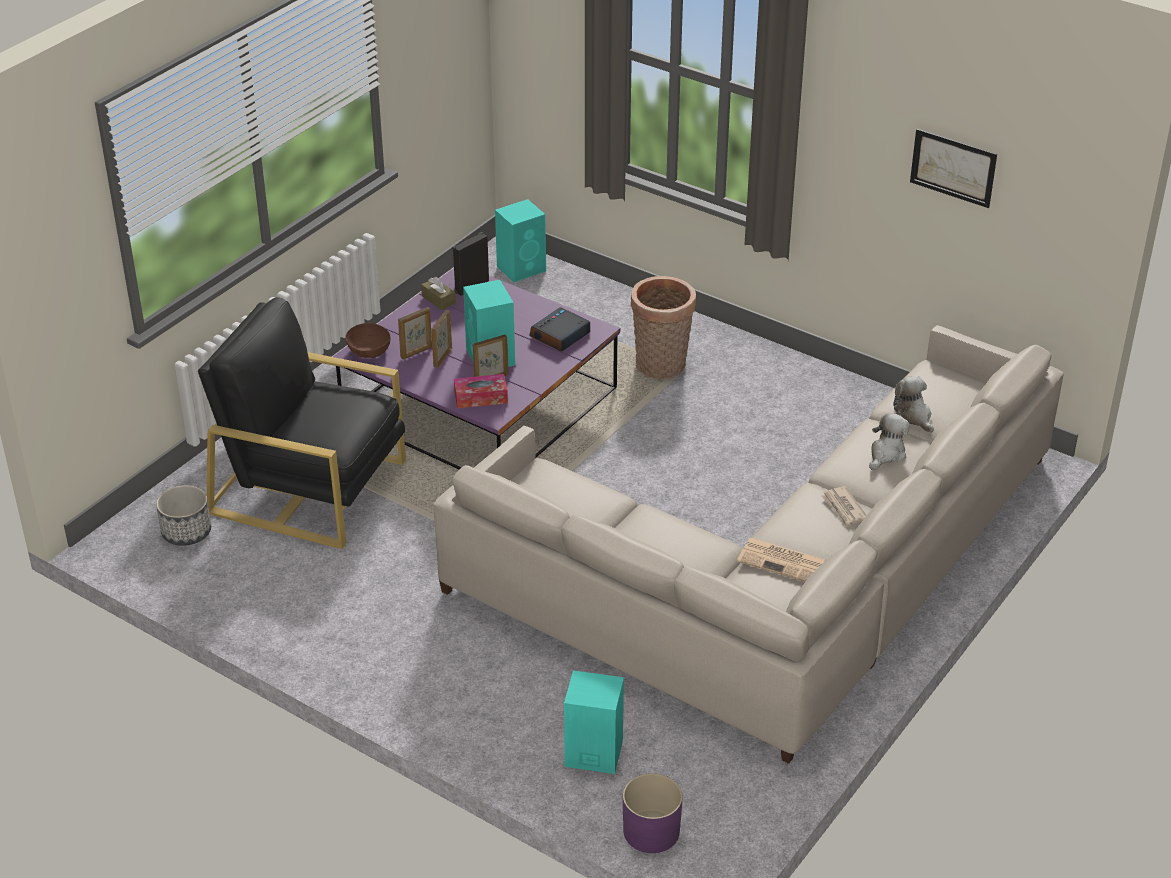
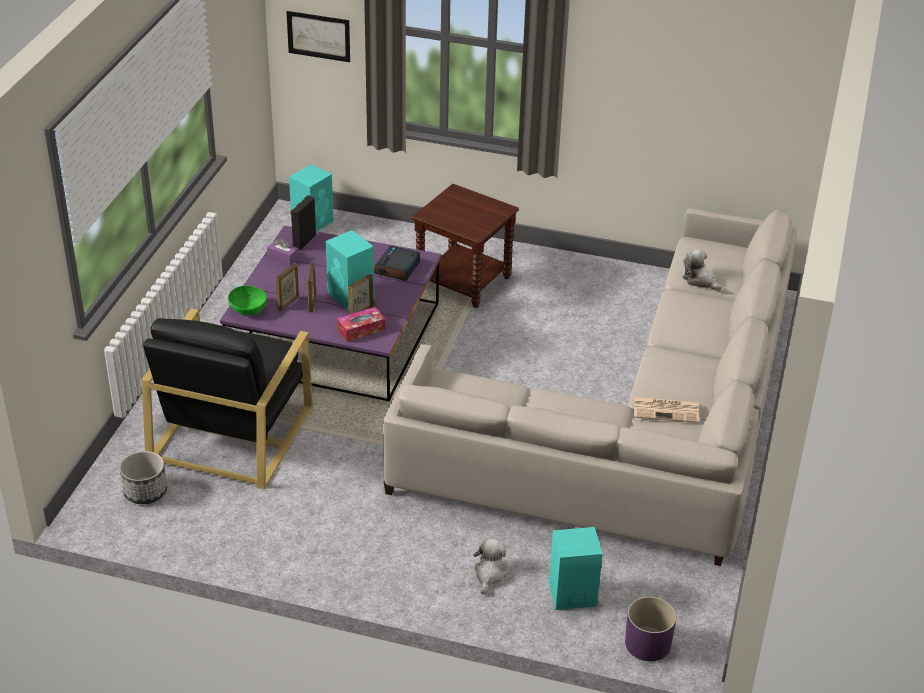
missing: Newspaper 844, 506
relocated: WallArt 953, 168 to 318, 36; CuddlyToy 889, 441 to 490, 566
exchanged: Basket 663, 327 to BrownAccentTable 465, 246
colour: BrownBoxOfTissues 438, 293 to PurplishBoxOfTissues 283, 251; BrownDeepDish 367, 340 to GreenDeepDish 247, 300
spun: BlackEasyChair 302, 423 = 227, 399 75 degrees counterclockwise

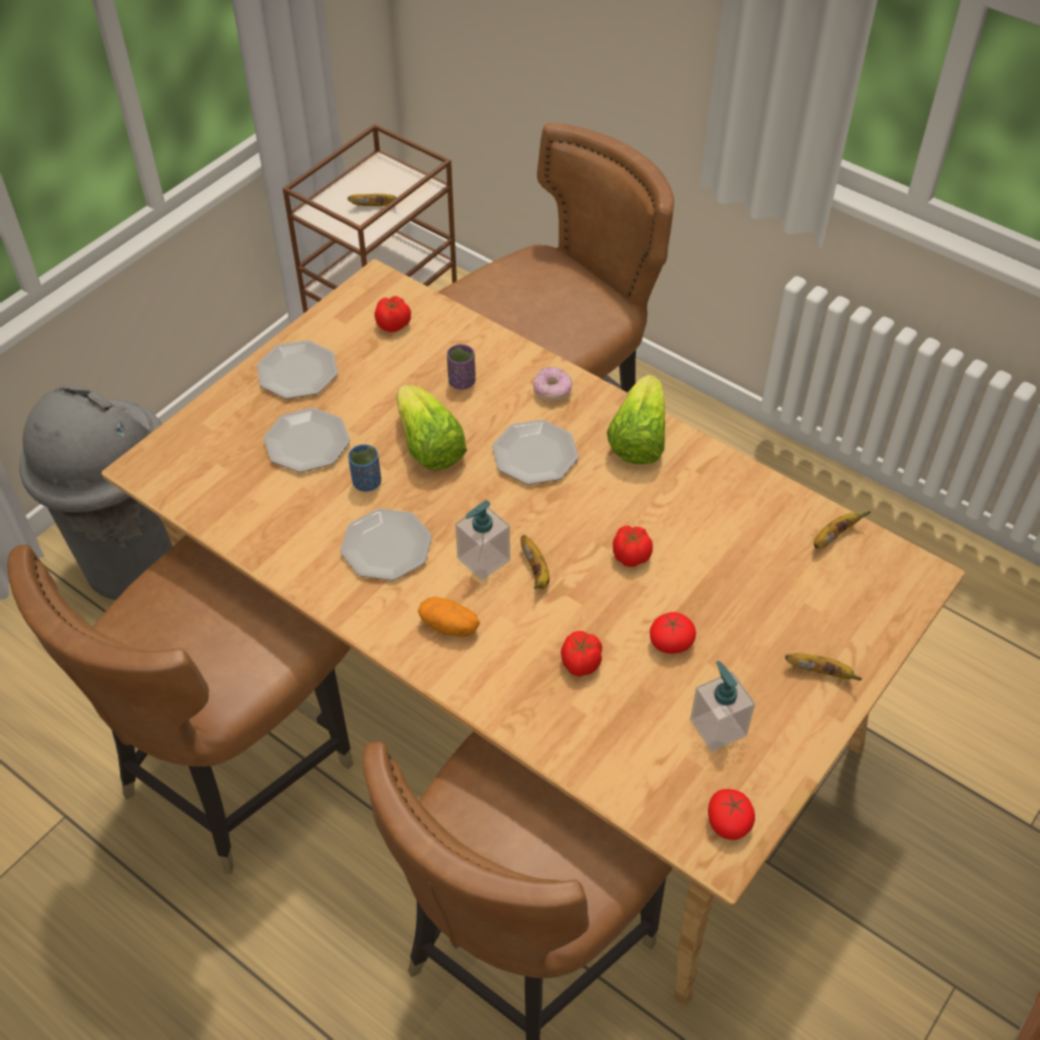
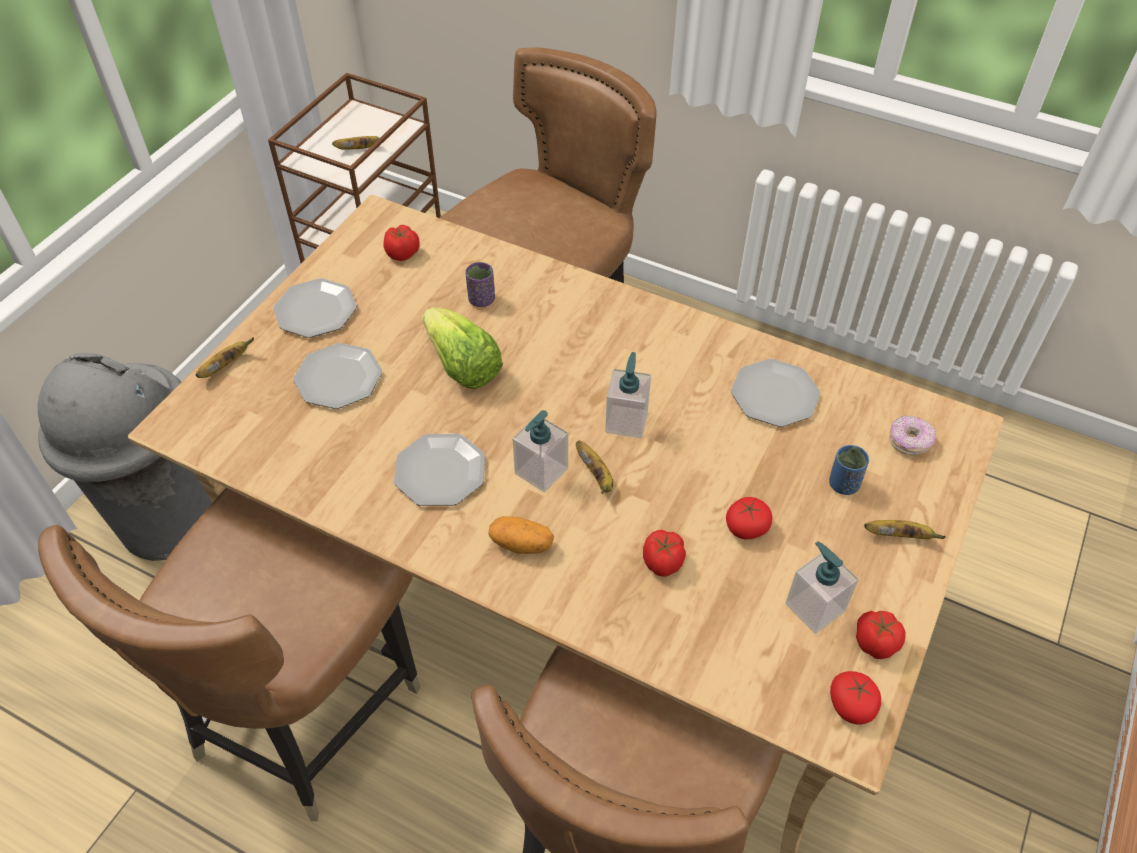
missing: HeadOfLettuce 636, 419
appeared: LiquidSoapBottle 628, 395
relocated: Donut 552, 384 to 912, 435; Plate 535, 452 to 775, 393; BlueDrinkingCup 364, 468 to 849, 470; WholeBanana 842, 529 to 225, 357; FreshTomato 633, 546 to 881, 635

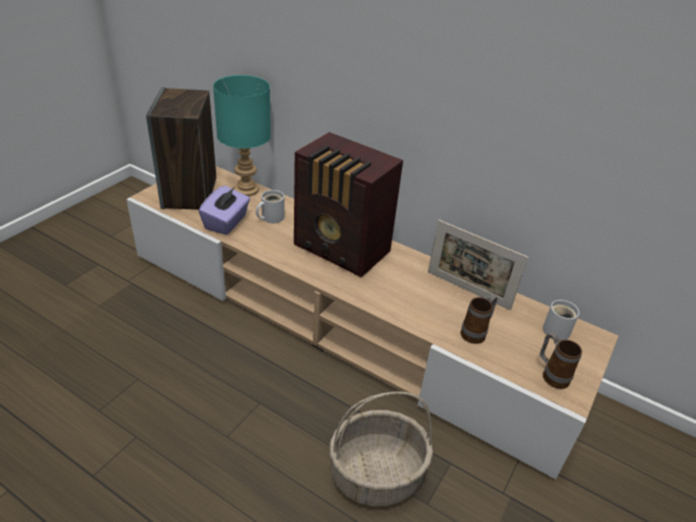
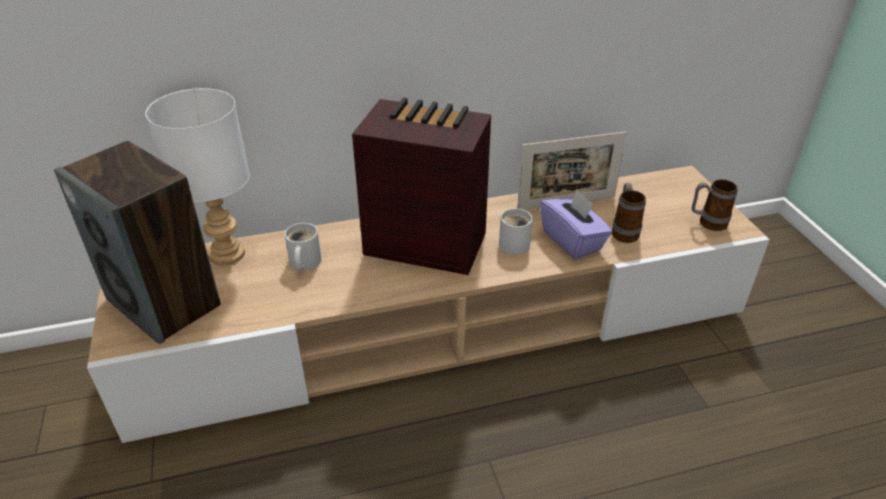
missing: Basket 381, 448
relocated: PurplishBoxOfTissues 224, 210 to 576, 224; WhiteColouredMug 561, 320 to 516, 231
colour: TurquoiseColouredTableLamp 242, 136 to WhiteColouredTableLamp 197, 177
spun: Radio 348, 204 = 421, 186 150 degrees counterclockwise

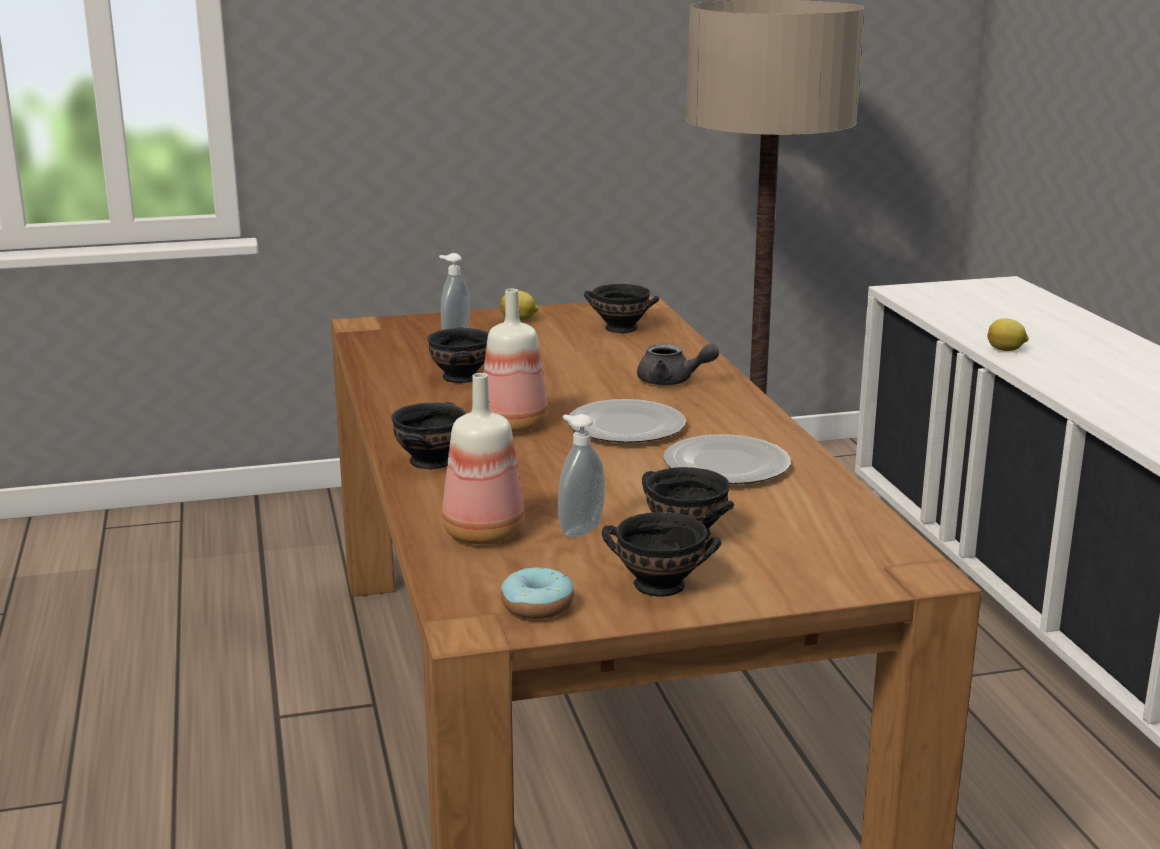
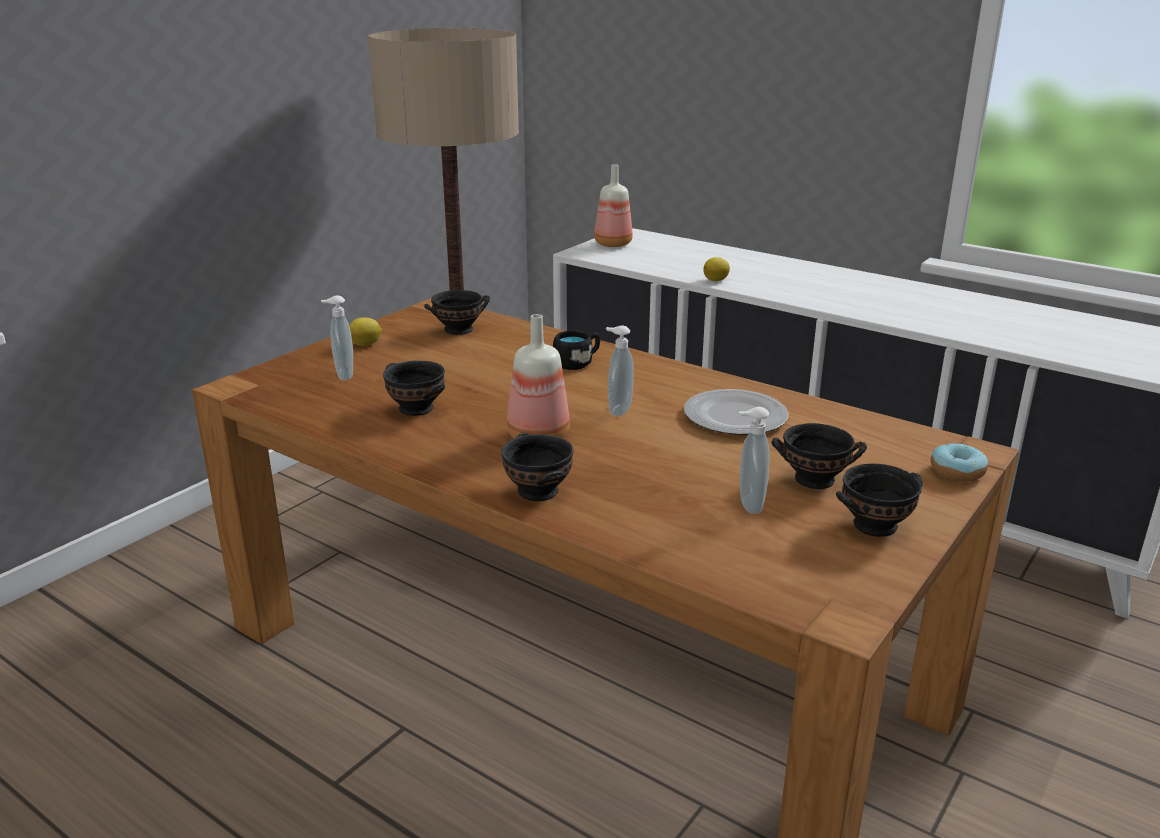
relocated: DrinkBottle 483, 458 to 613, 205; Donut 537, 593 to 959, 462
exchanged: GreyishTeaPot 678, 364 to BlackMug 576, 350; Plate 627, 421 to LiquidSoapBottle 620, 371

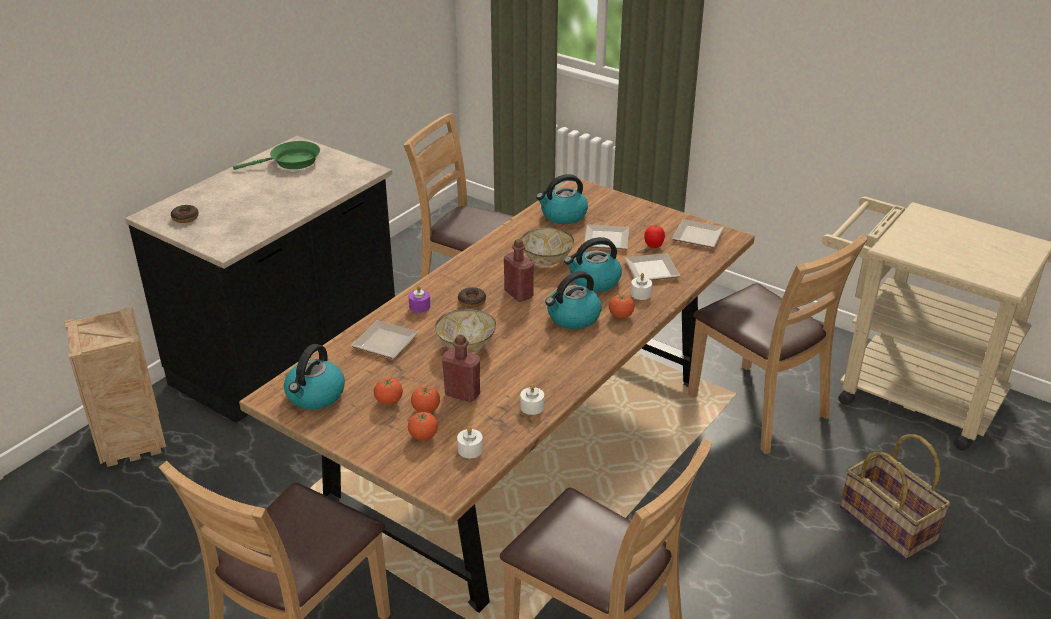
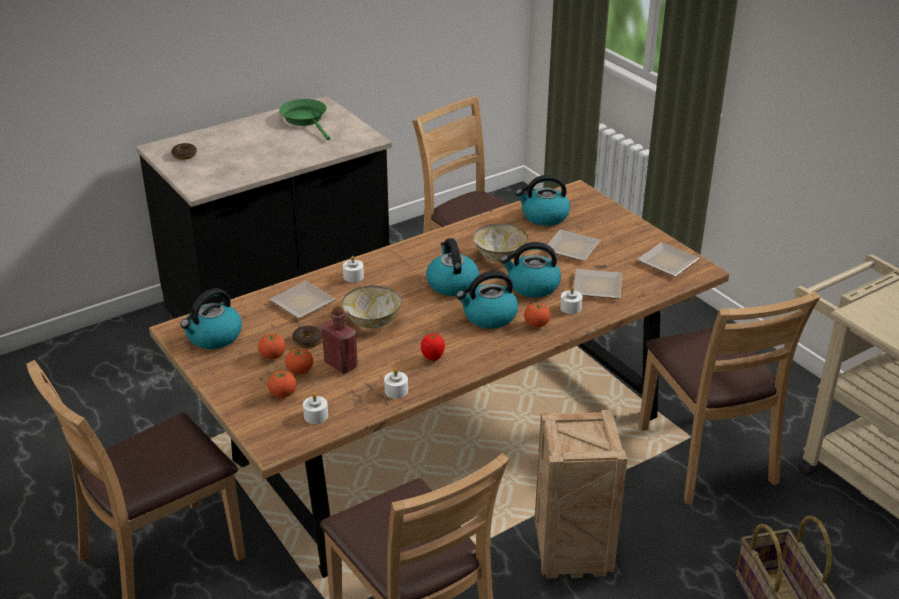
relocated: FreshTomato 654, 236 to 433, 347; Donut 472, 297 to 307, 336; Crate 115, 386 to 580, 494
exchanged: RedDrinkBottle 519, 270 to WaterKettle 452, 267
colour: PurplishWaxCandle 419, 299 to WhiteColouredWaxCandle 353, 269
spun: GreenFryingPan 276, 155 = 304, 119 120 degrees counterclockwise

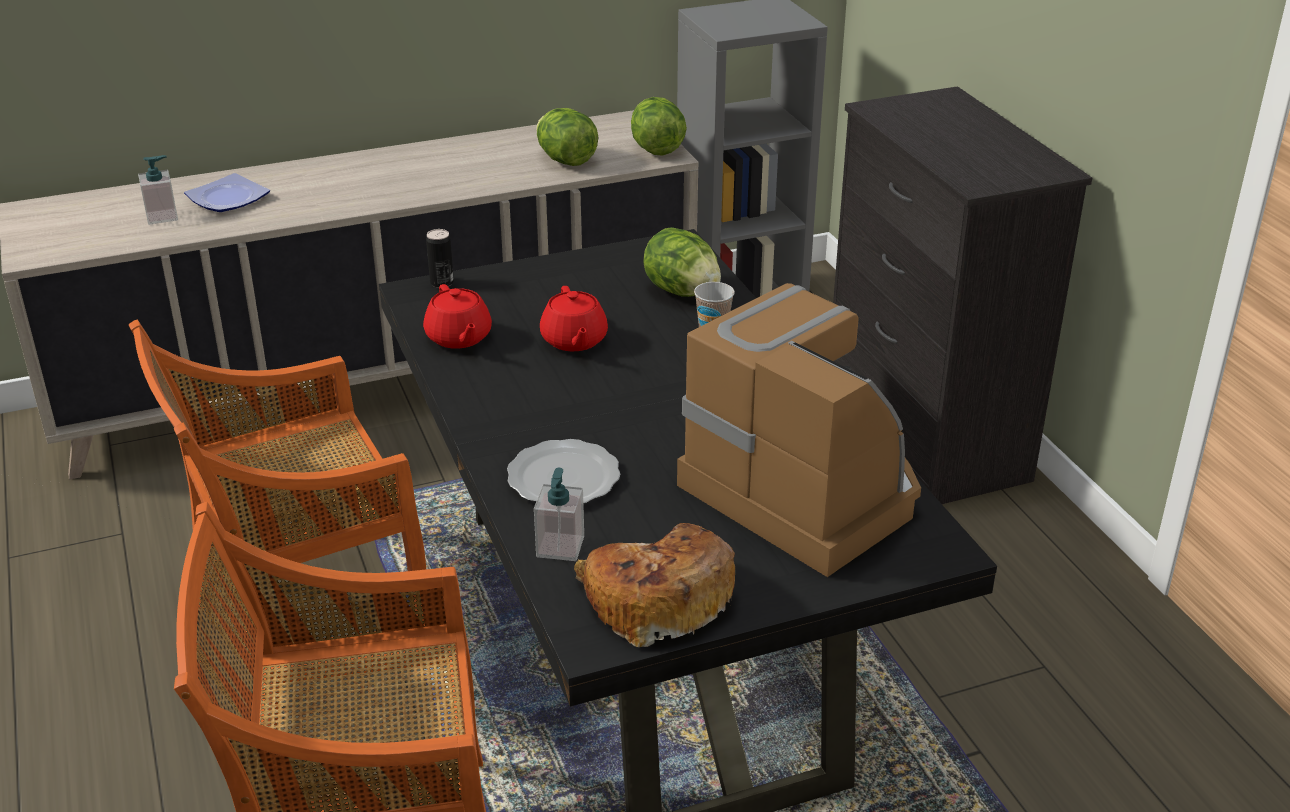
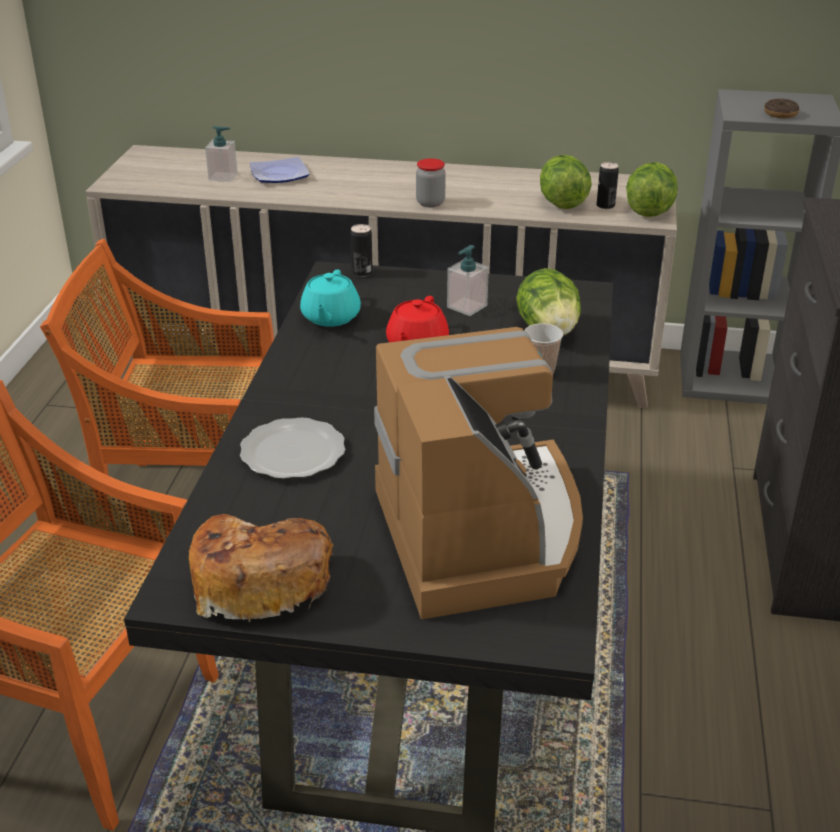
appeared: Donut 781, 108; StorageJar 431, 182; Can 608, 185
relocated: LiquidSoapBottle 559, 514 to 468, 280
colour: RedTeaPot 457, 316 to TurquoiseColouredTeaPot 330, 298

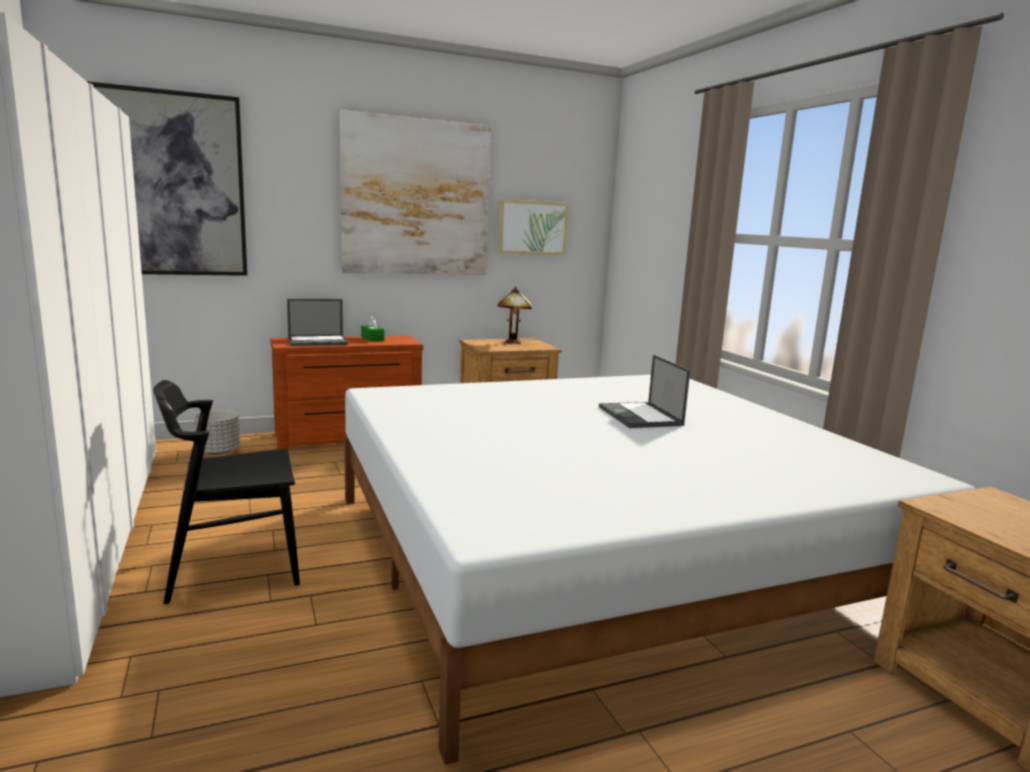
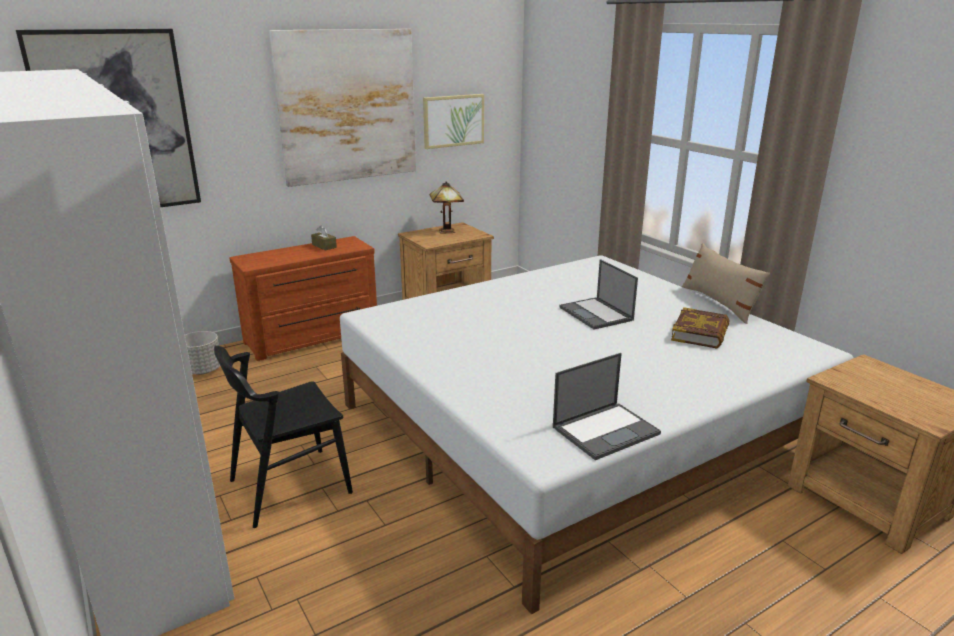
appeared: SandColouredCushion 726, 283; Volume 700, 328
relocated: Laptop 317, 322 to 607, 406
colour: GreenBoxOfTissues 372, 329 to BrownBoxOfTissues 324, 237

